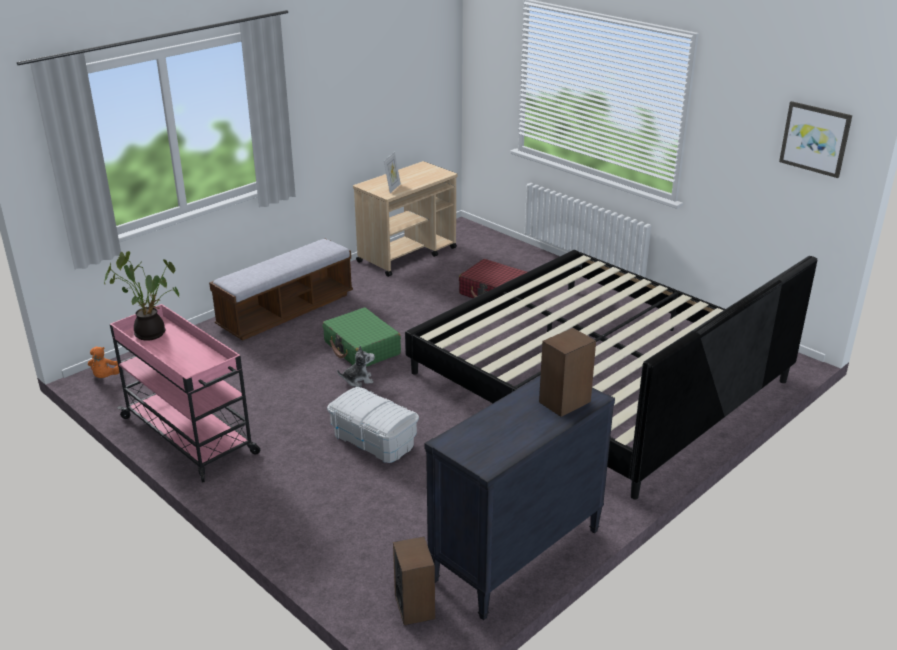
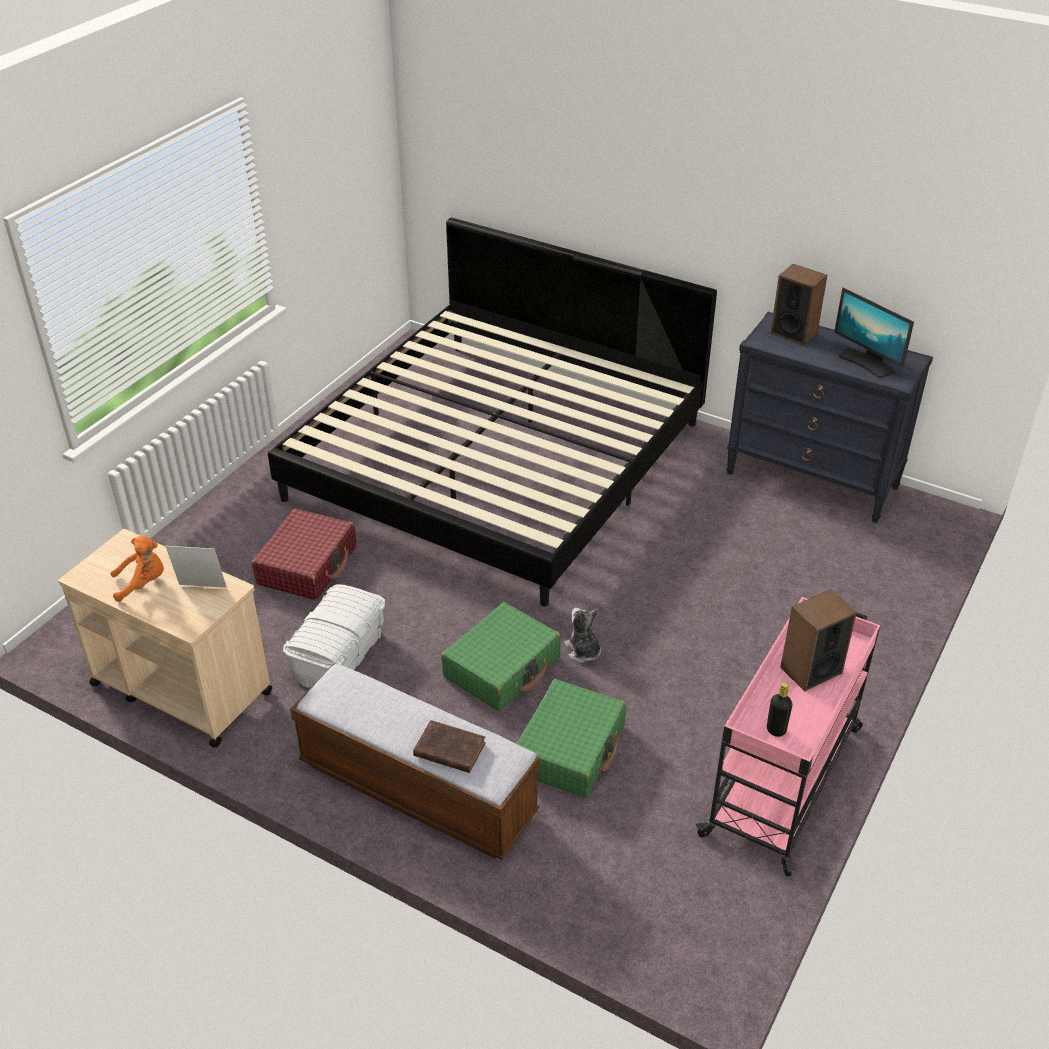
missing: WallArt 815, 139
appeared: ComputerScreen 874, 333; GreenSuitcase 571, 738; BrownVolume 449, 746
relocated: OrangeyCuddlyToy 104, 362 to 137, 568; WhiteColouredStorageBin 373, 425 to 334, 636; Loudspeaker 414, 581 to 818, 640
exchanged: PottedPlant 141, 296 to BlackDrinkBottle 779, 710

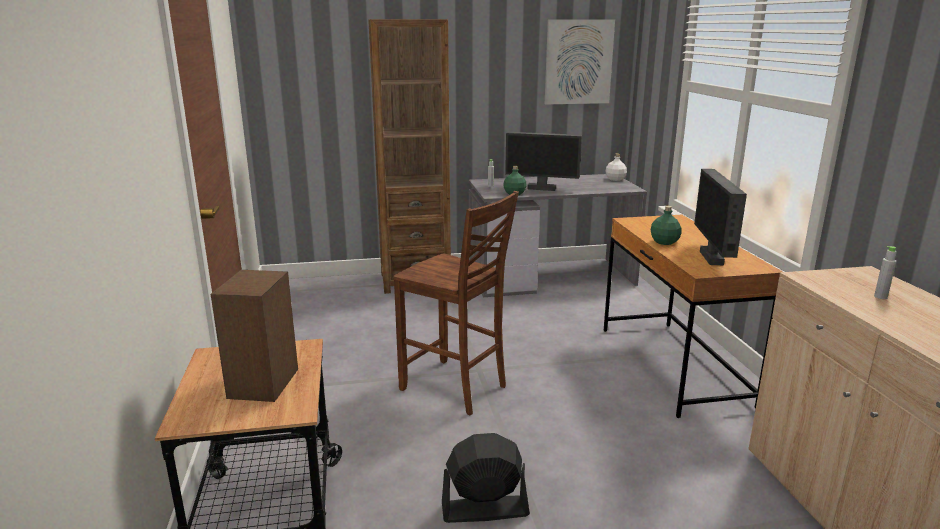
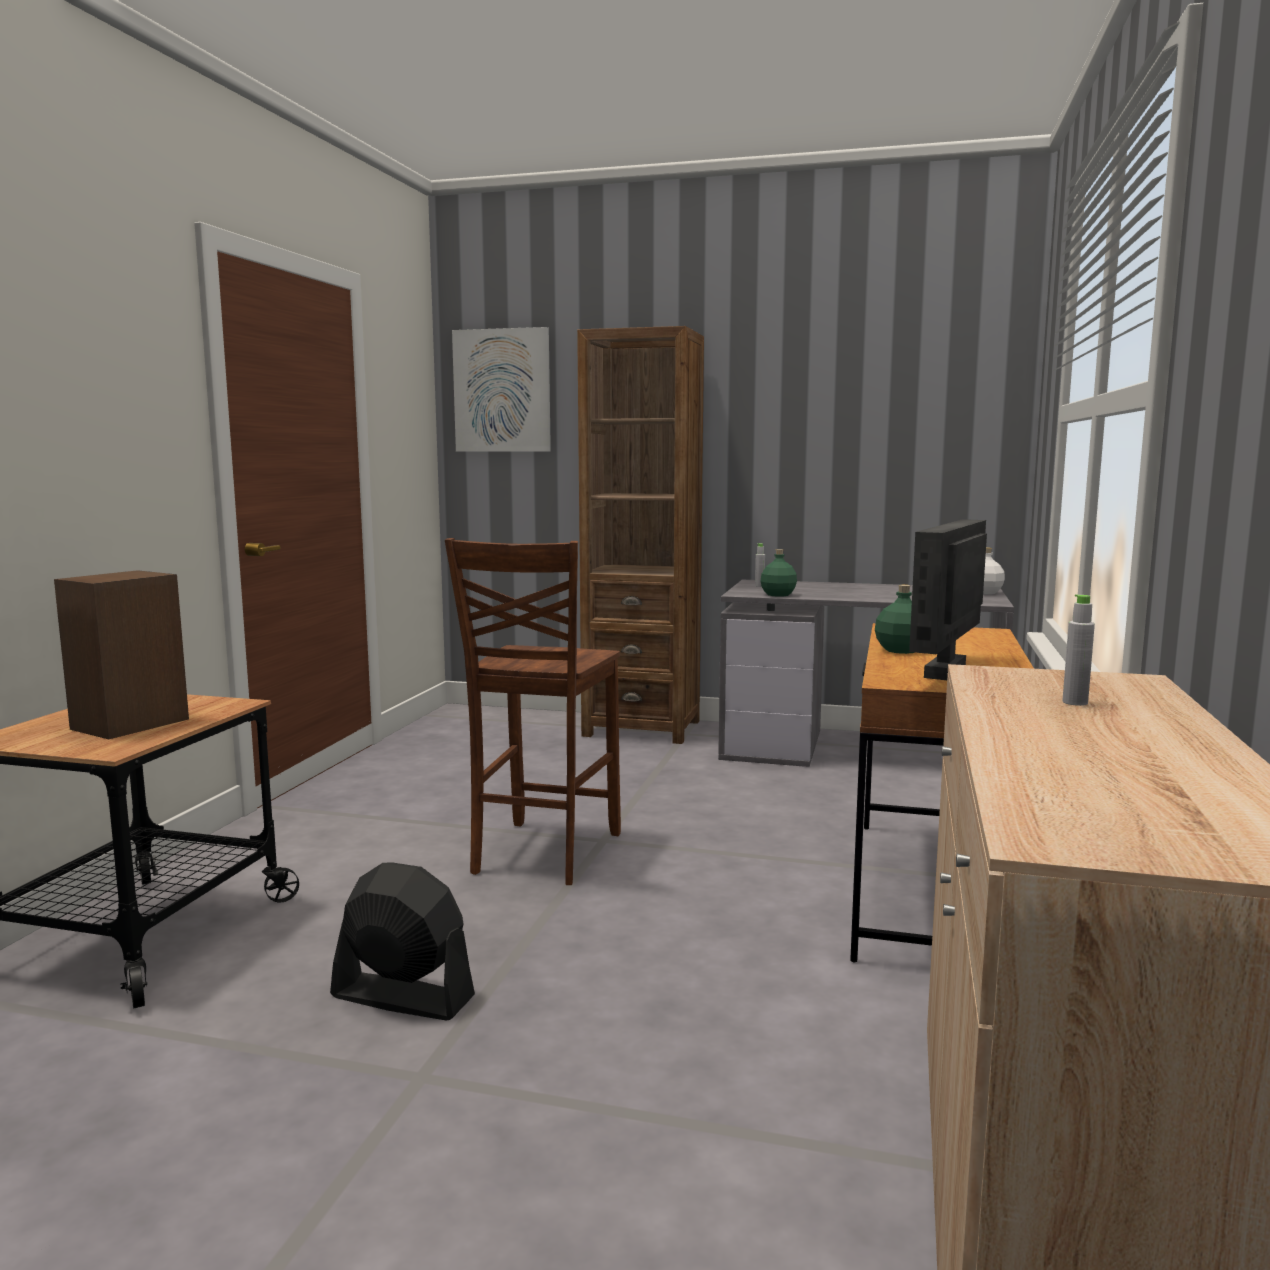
missing: ComputerScreen 543, 161
relocated: WallArt 580, 62 to 501, 389
spun: BrownPlainChair 456, 303 = 533, 711 45 degrees clockwise

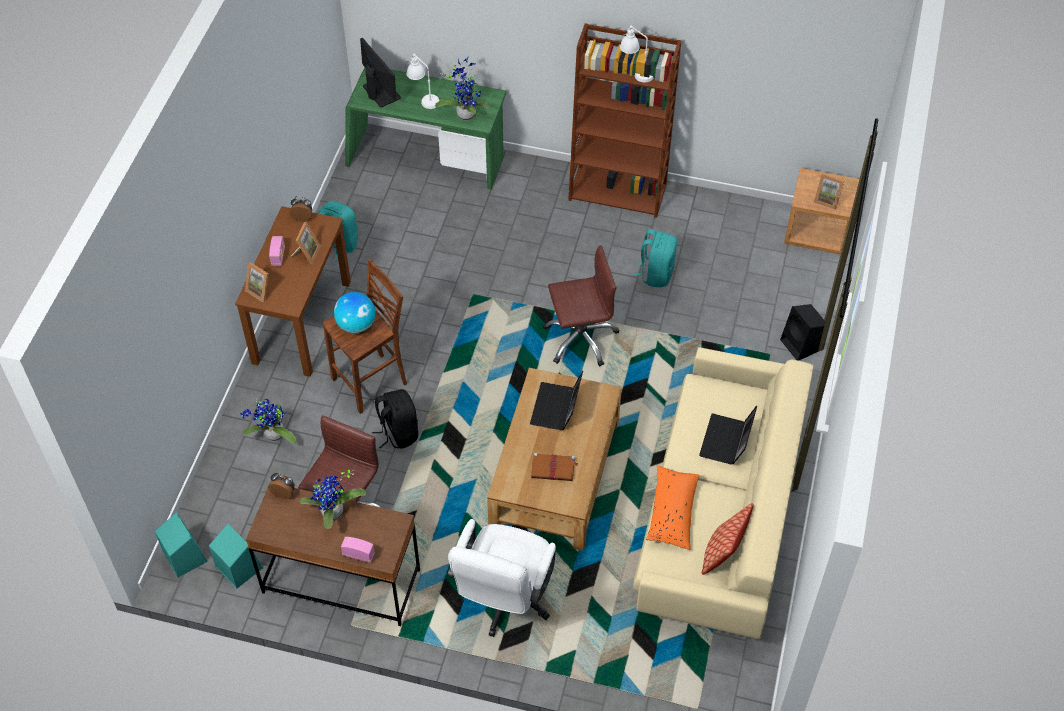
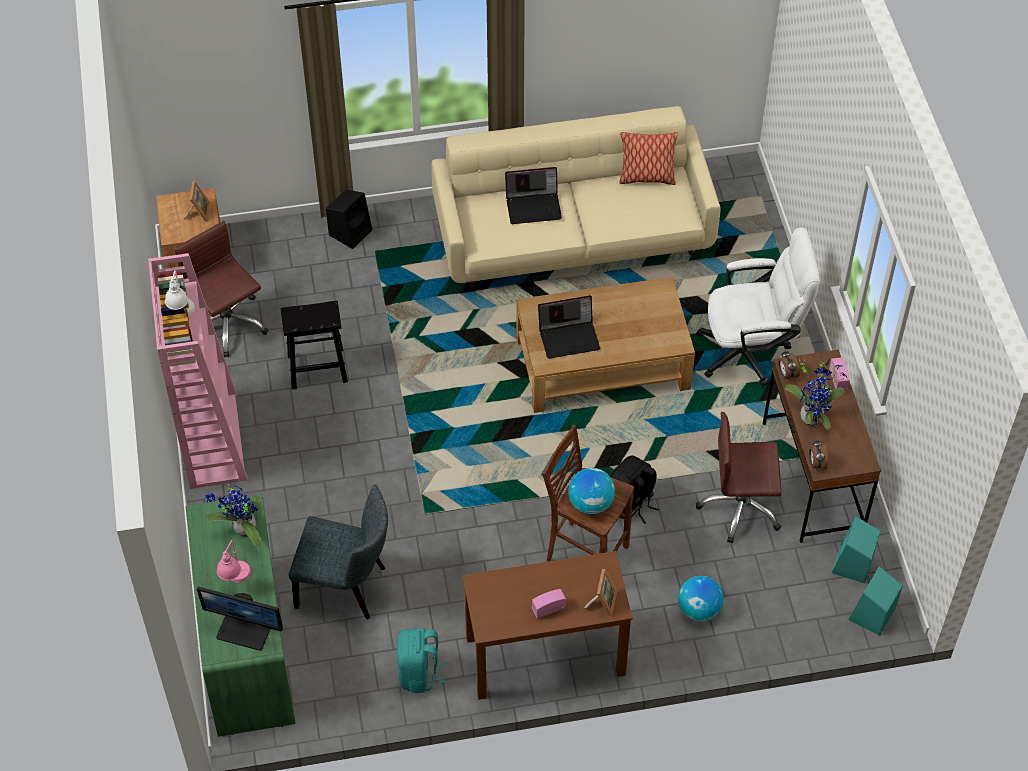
missing: StandingFrame 306, 243; BrownVolume 554, 467; OrangeyCushion 673, 507
appeared: GreyishPlainChair 338, 552
relocated: TableClock 301, 209 to 789, 365; BrownComputerChair 581, 305 to 221, 289
exchanged: TurquoiseColouredBackpack 655, 258 to BlackSittingStool 314, 345; PottedPlant 268, 421 to WorldGlobe 701, 598
colour: BrownBookshelf 624, 120 to PinkColouredBookshelf 198, 371; WhiteColouredTableLamp 423, 81 to PinkColouredTableLamp 234, 561
spun: ComputerScreen 380, 72 = 240, 618 105 degrees counterclockwise

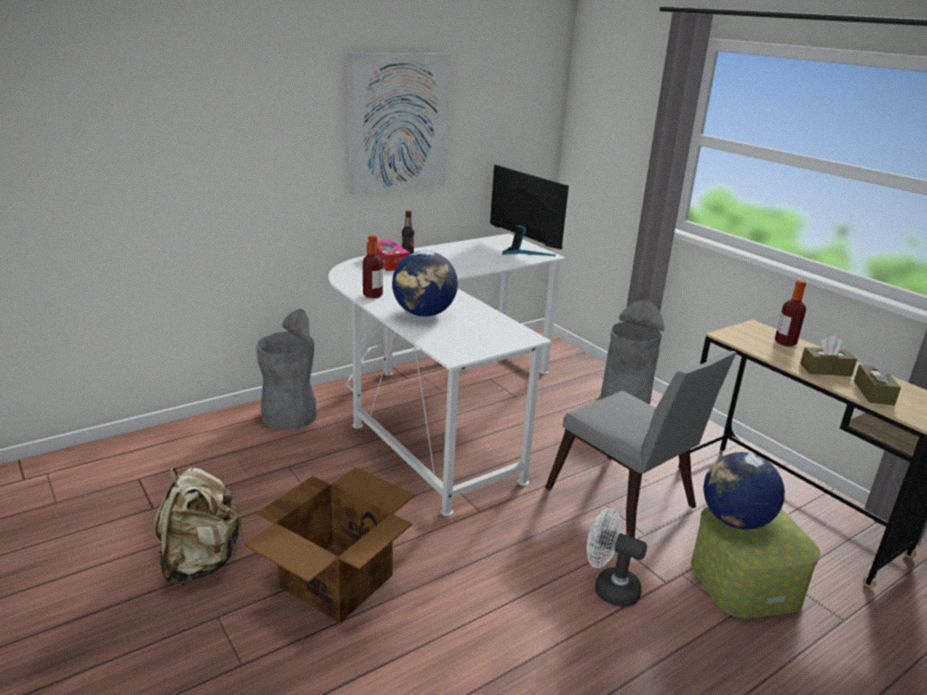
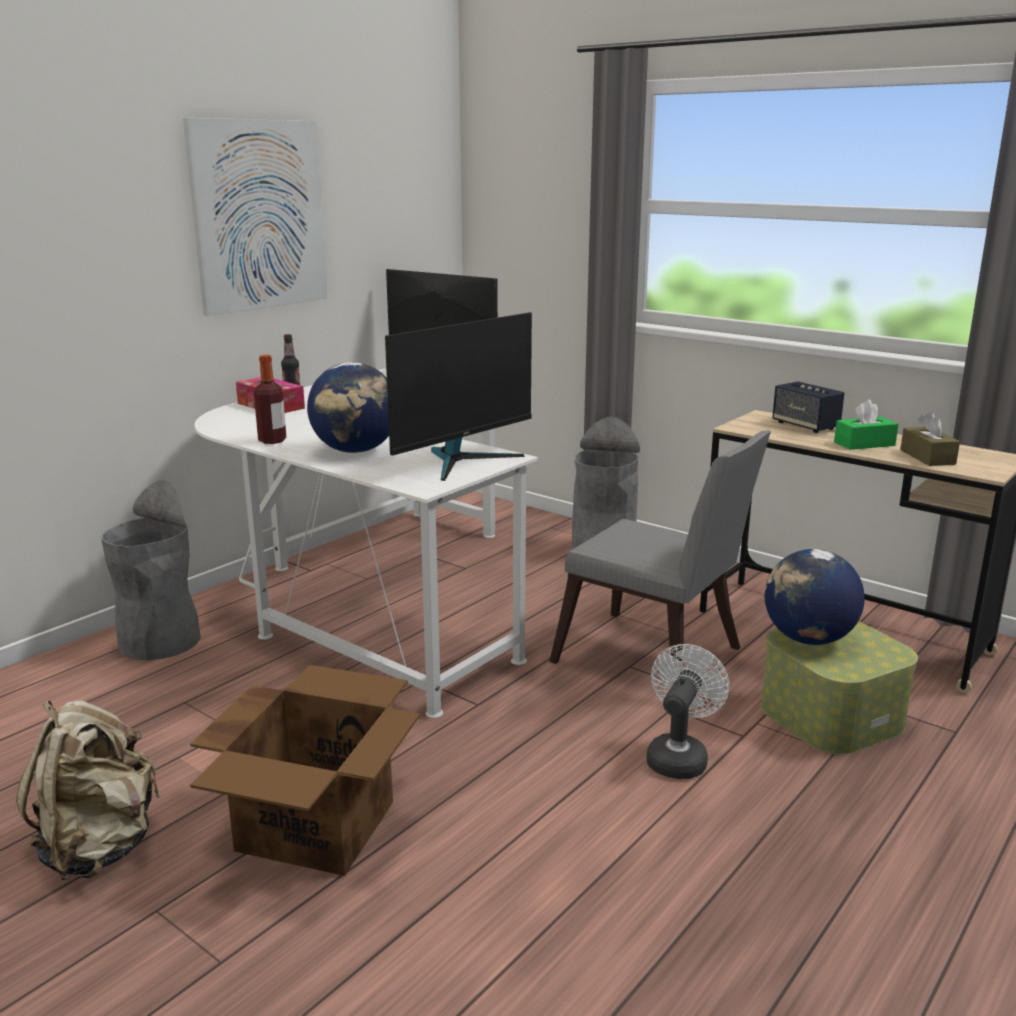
appeared: ComputerScreen 458, 396
exchanged: DrinkBottle 790, 313 to Loudspeaker 808, 407
colour: BrownBoxOfTissues 828, 356 to GreenBoxOfTissues 866, 425
spun: WhiteColouredFan 617, 557 = 687, 711 105 degrees clockwise

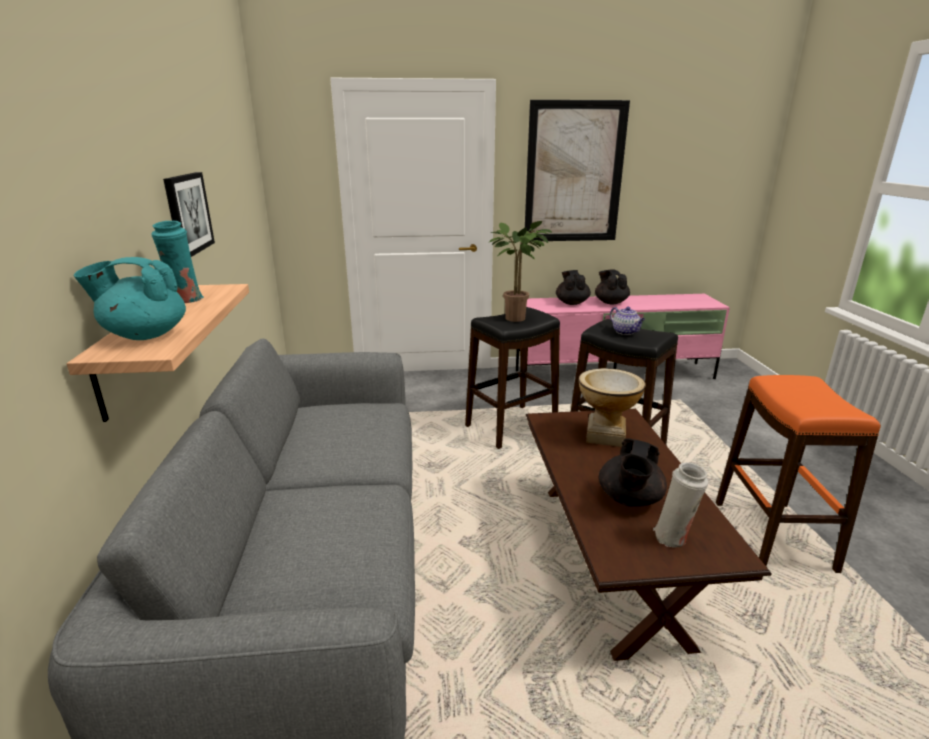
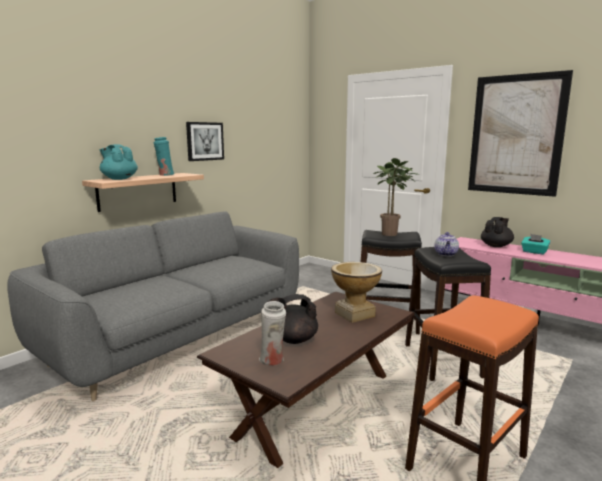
exchanged: BlackTeaPot 612, 286 to TurquoiseColouredBoxOfTissues 536, 244

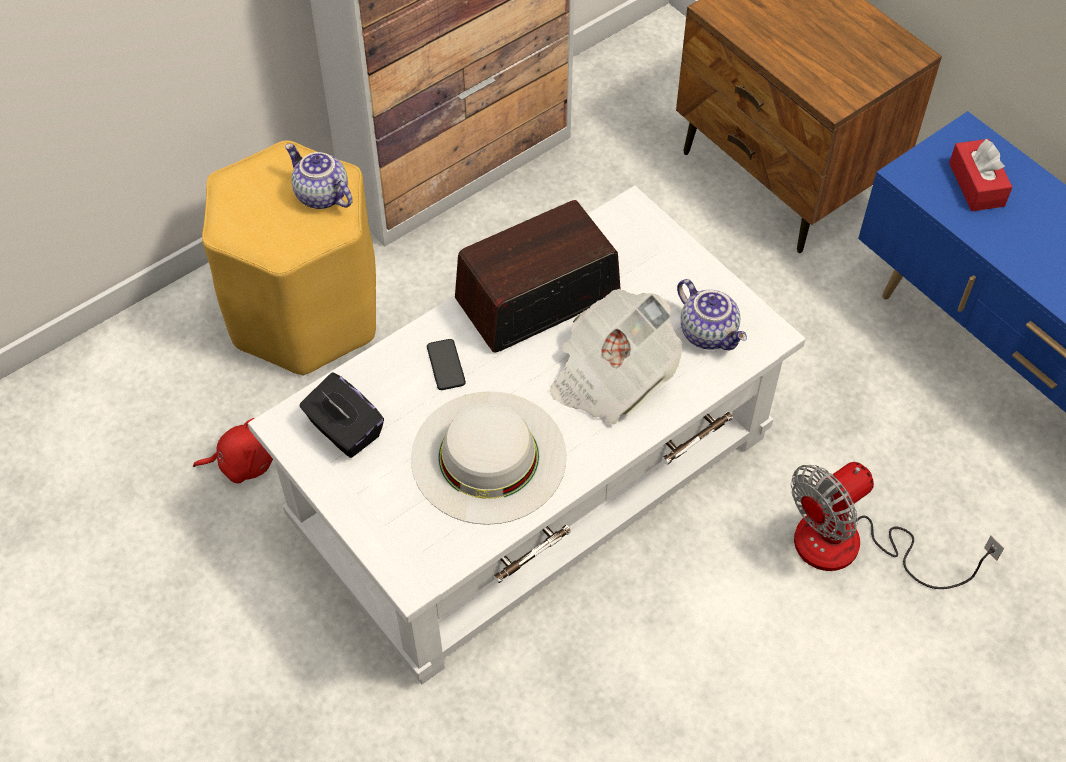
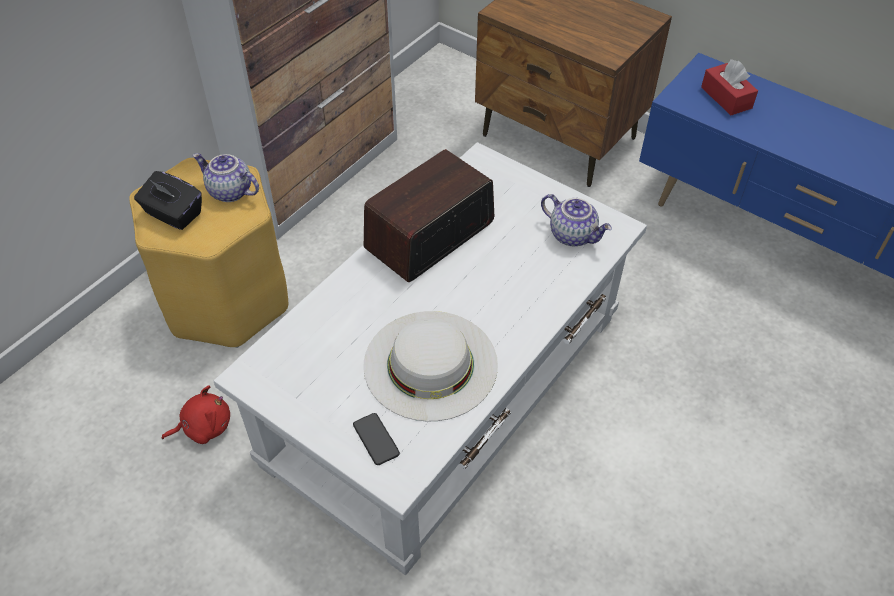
missing: Newspaper 616, 356; Fan 897, 525
relocated: Telephone 446, 364 to 376, 439; BlackBoxOfTissues 341, 415 to 168, 200

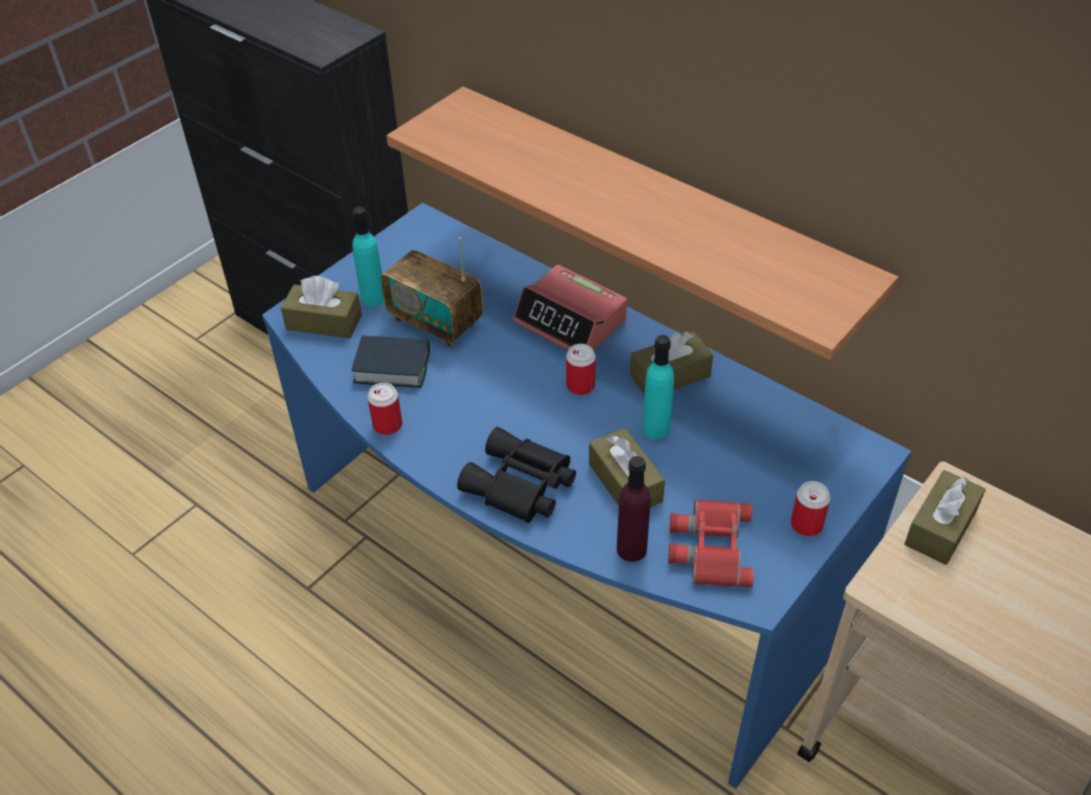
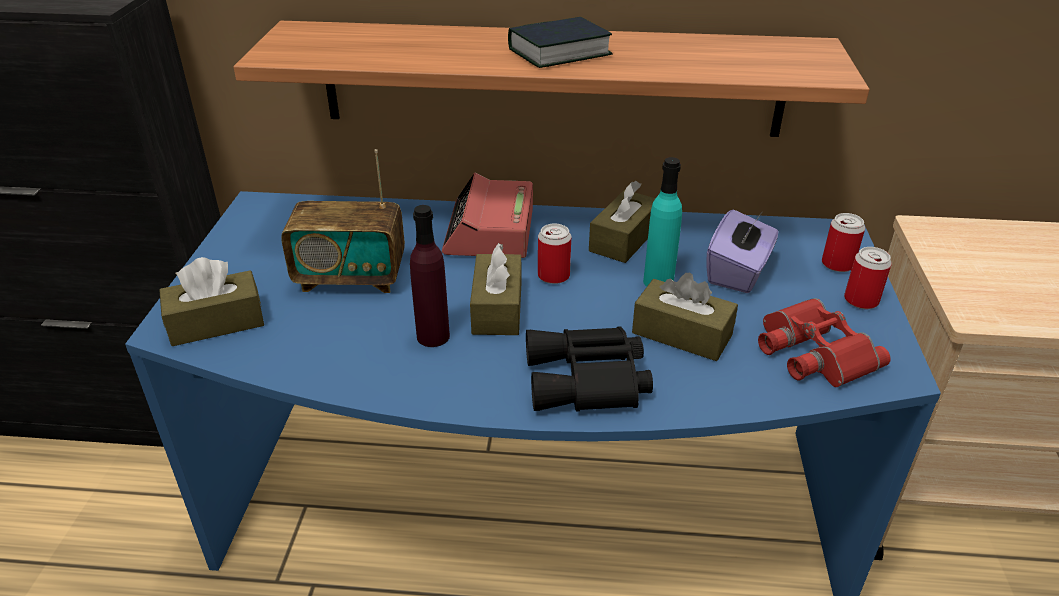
missing: TurquoiseColouredDrinkBottle 368, 257
appeared: PurplishBoxOfTissues 743, 251
relocated: Volume 390, 362 to 560, 42; Can 384, 409 to 843, 242; PurplishDrinkBottle 634, 509 to 430, 276; BrownBoxOfTissues 945, 517 to 495, 289
spun: TableClock 570, 307 = 487, 215 90 degrees clockwise

